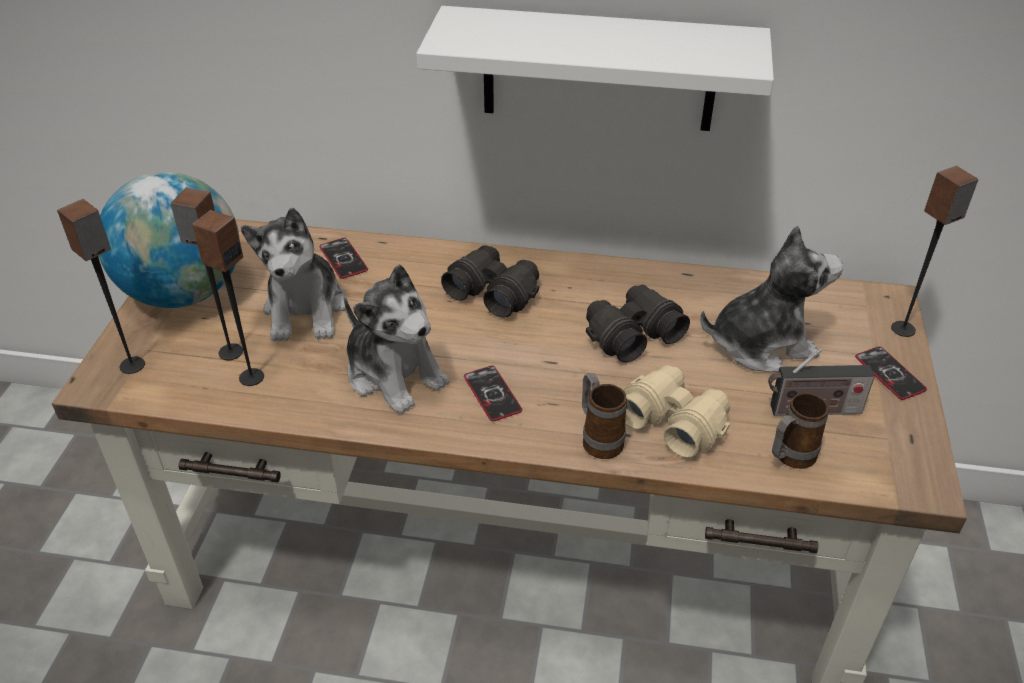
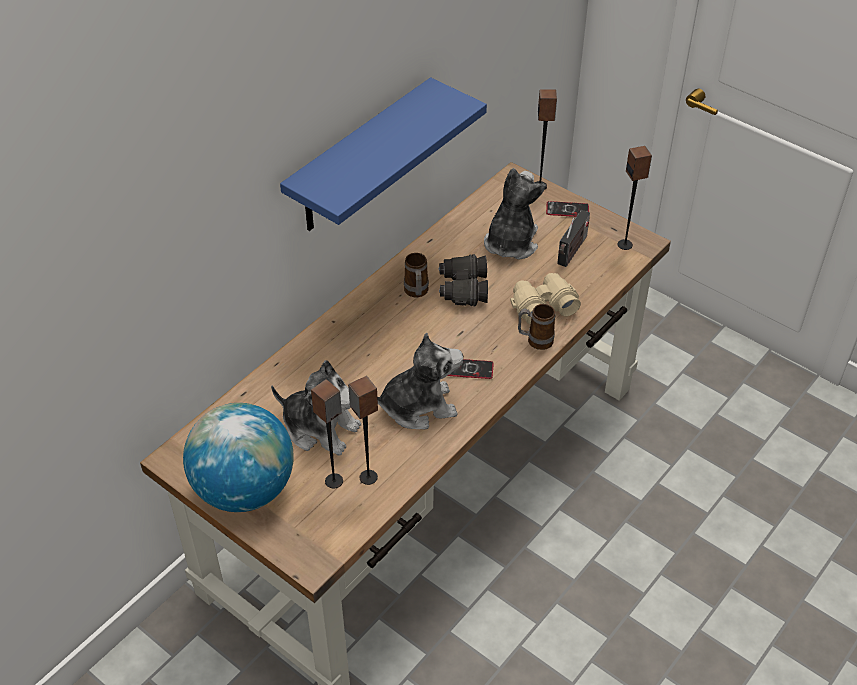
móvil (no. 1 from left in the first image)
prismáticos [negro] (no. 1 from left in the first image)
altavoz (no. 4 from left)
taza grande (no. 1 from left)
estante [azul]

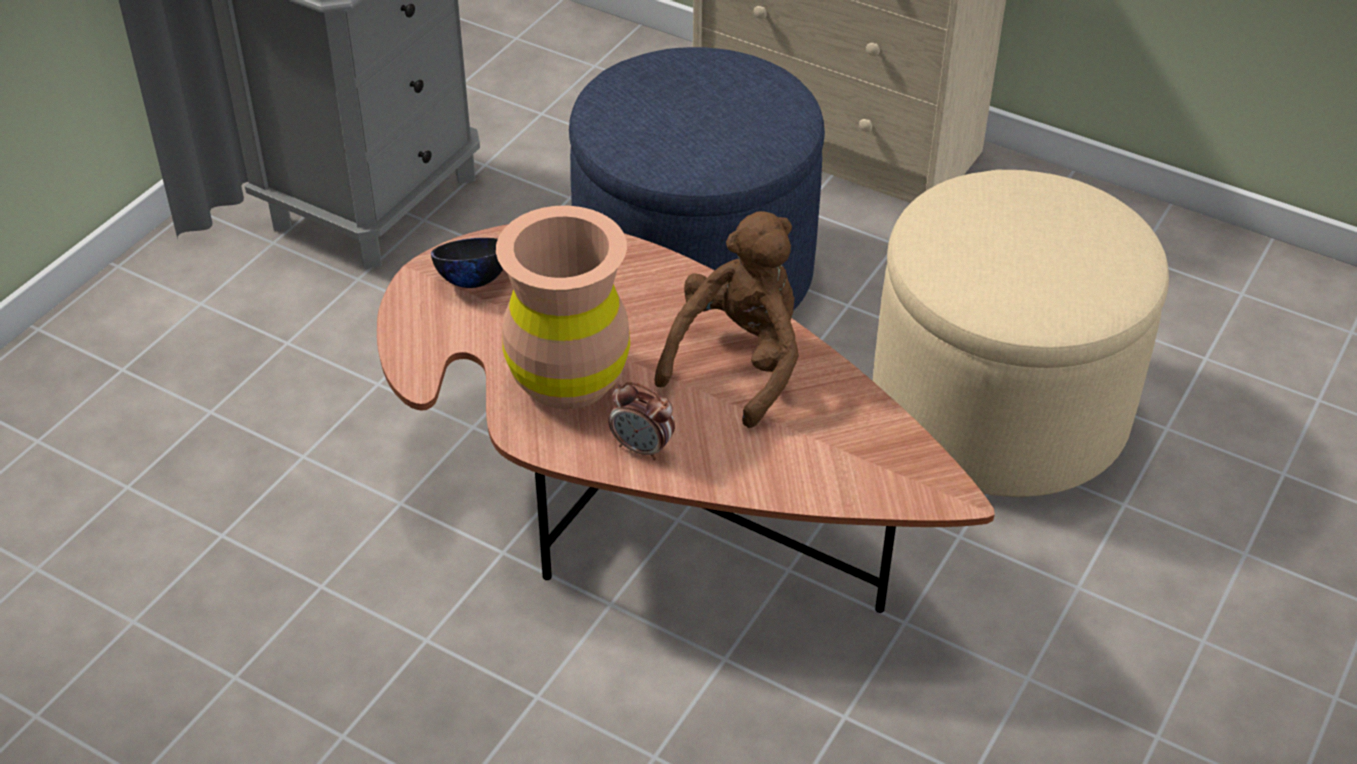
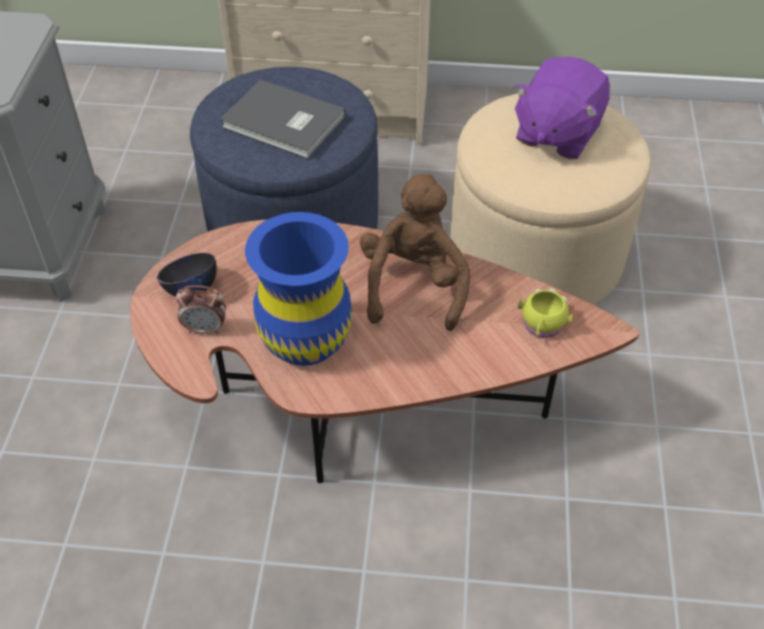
libro [gris]
peluche [morado]
taza grande [amarillo]
despertador
florero [azul]

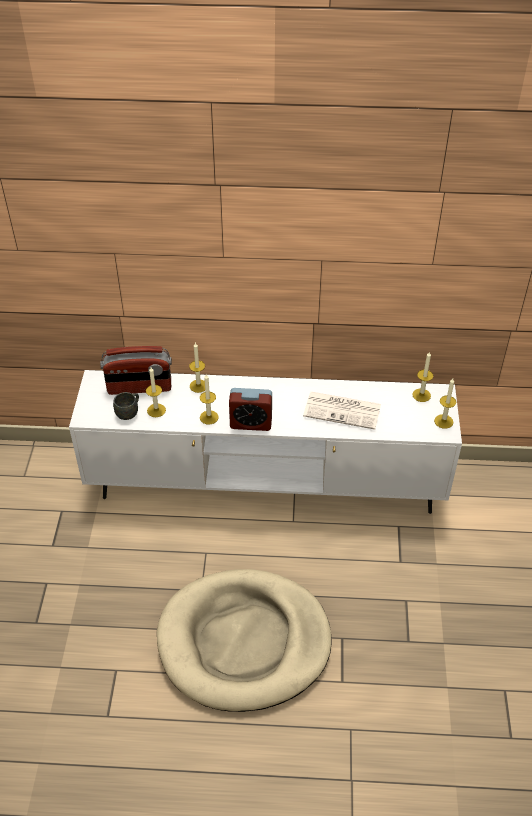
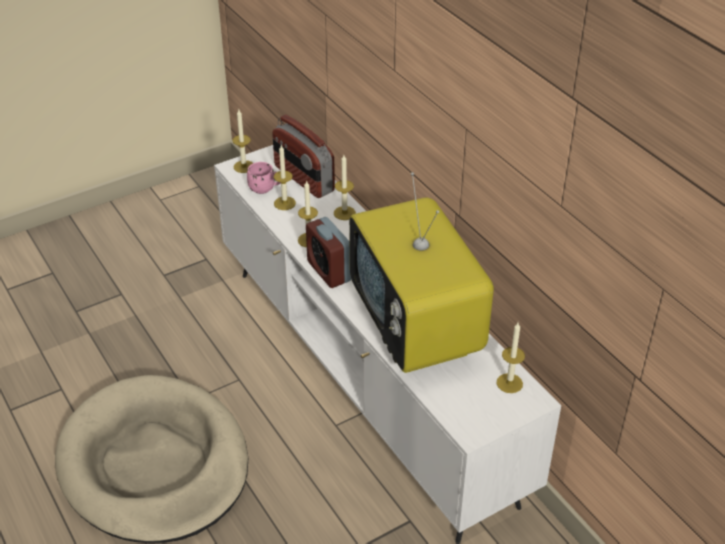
vela (no. 1 from left)
televisor
taza grande [rosa]

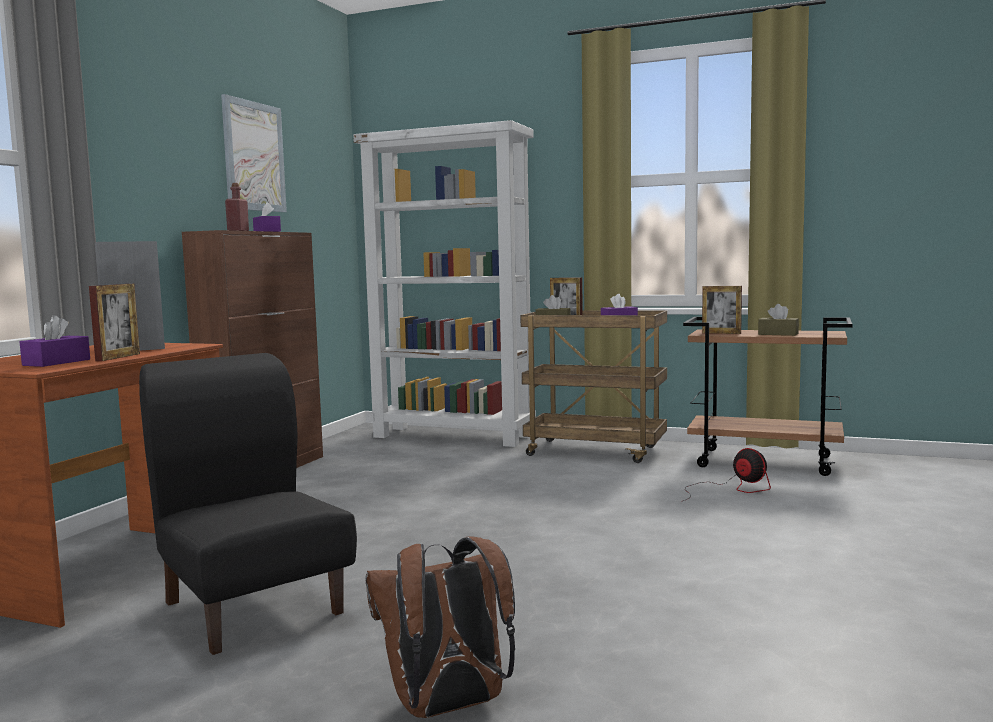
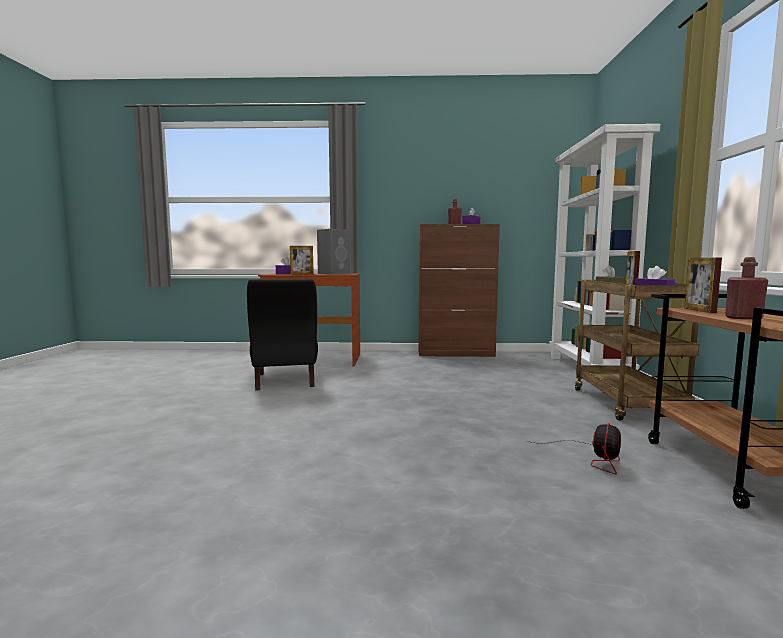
cuadro
mochila [marrón]
botella [rojo] (no. 2 from left)
silla [negro]

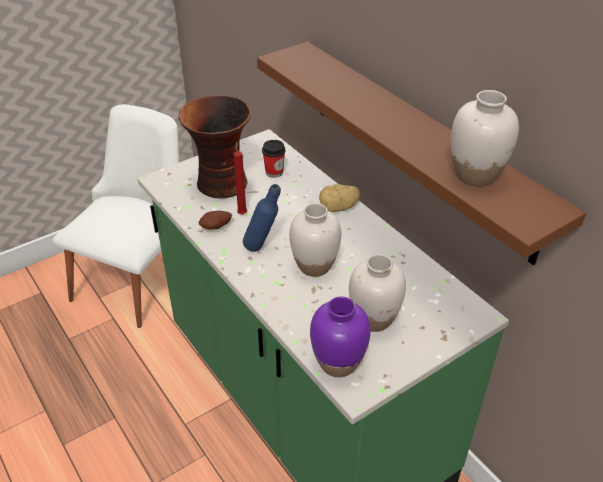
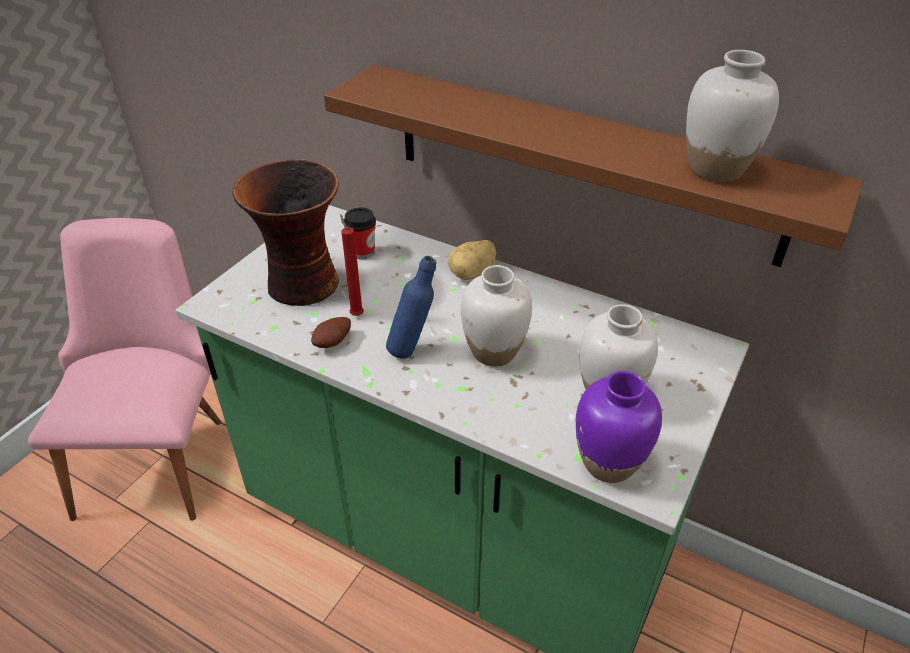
silla [rosa]

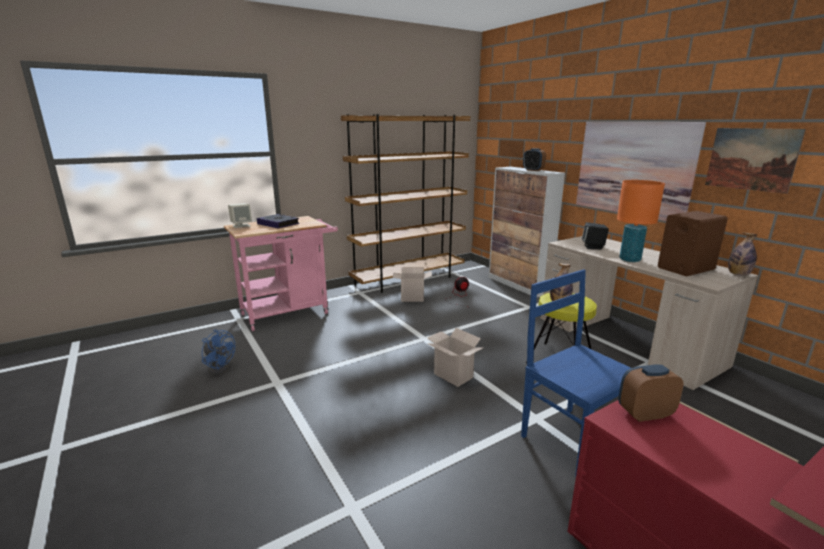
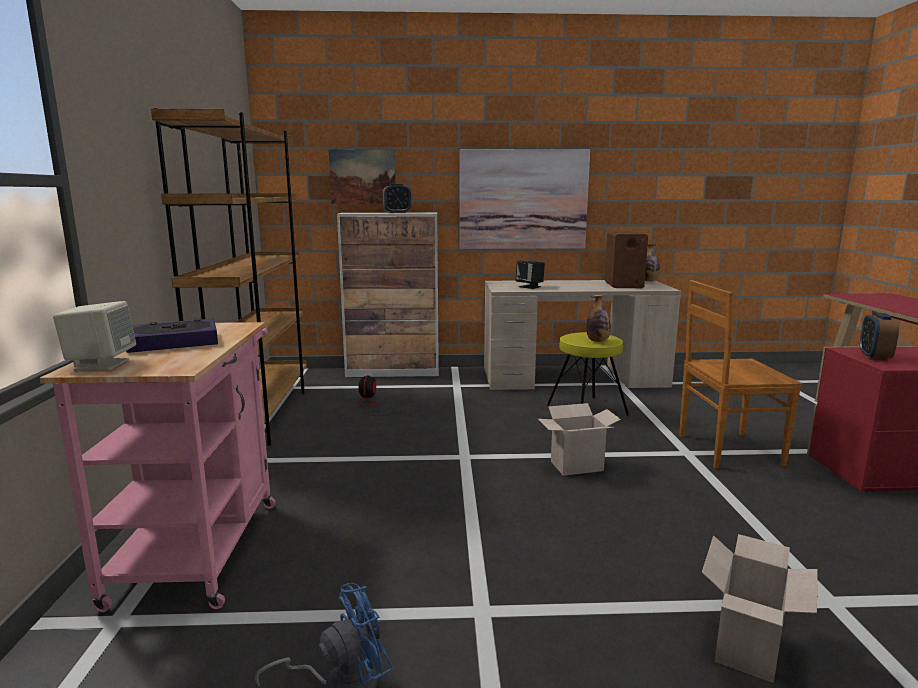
lámpara de mesa [naranja]
caja de cartón (no. 2 from left)
cuadro (no. 1 from left)
silla [marrón]

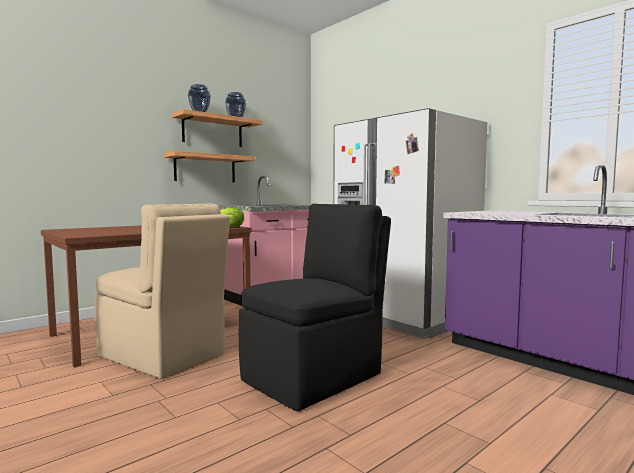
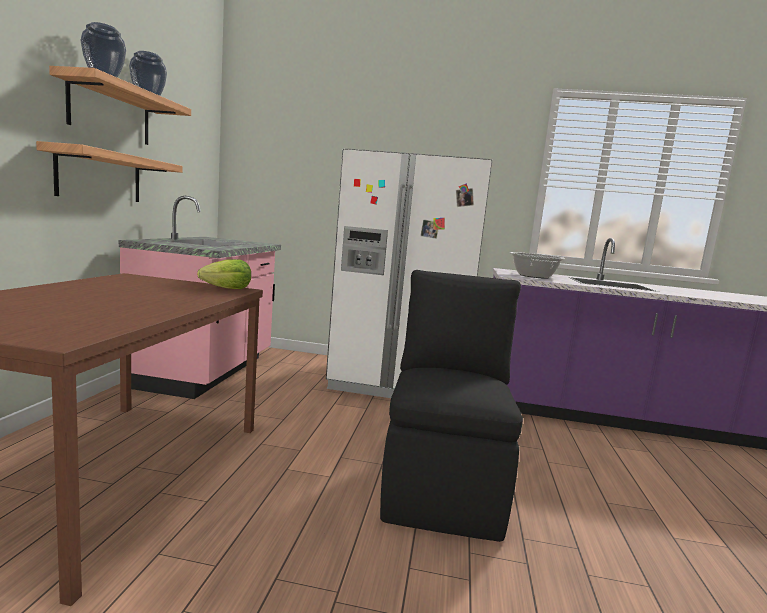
silla [beis]
olla

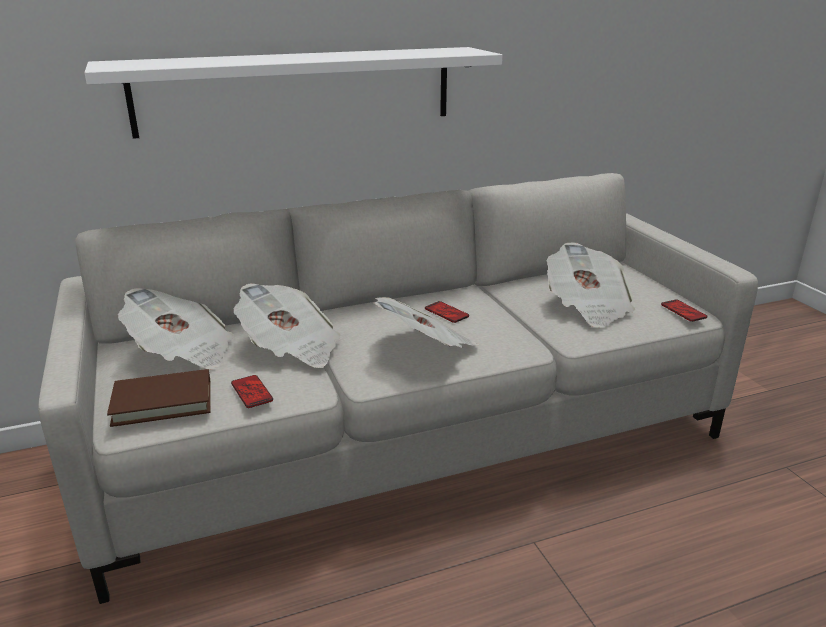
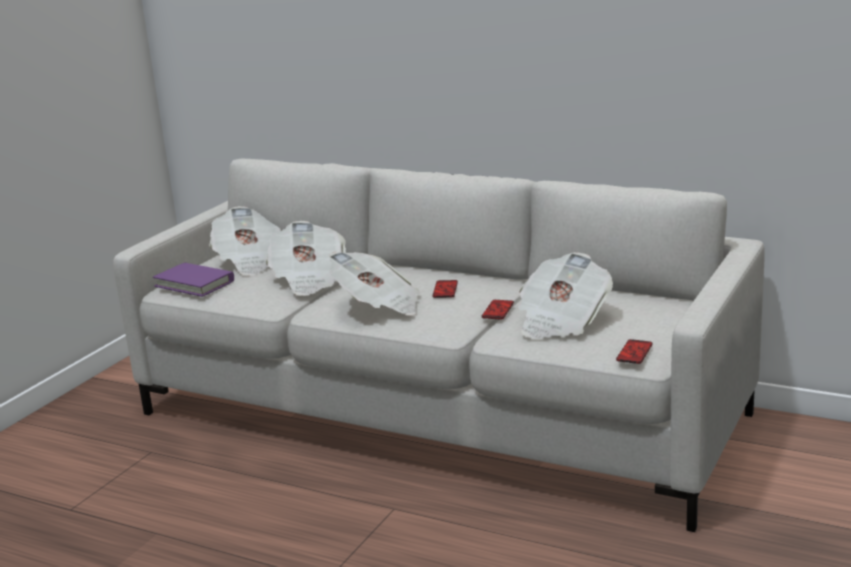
estante [blanco]
móvil (no. 2 from left)
libro [morado]

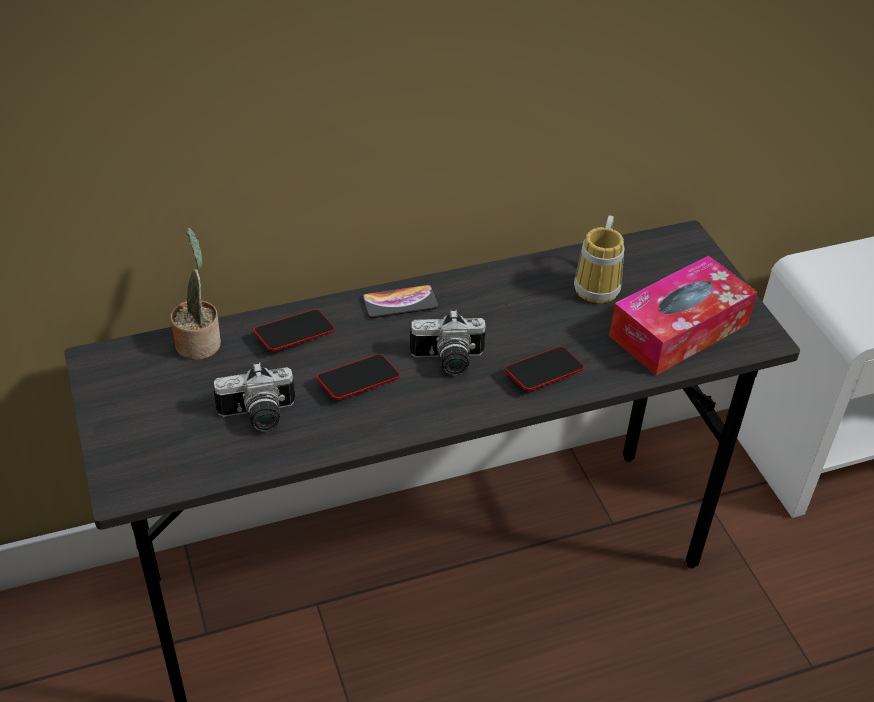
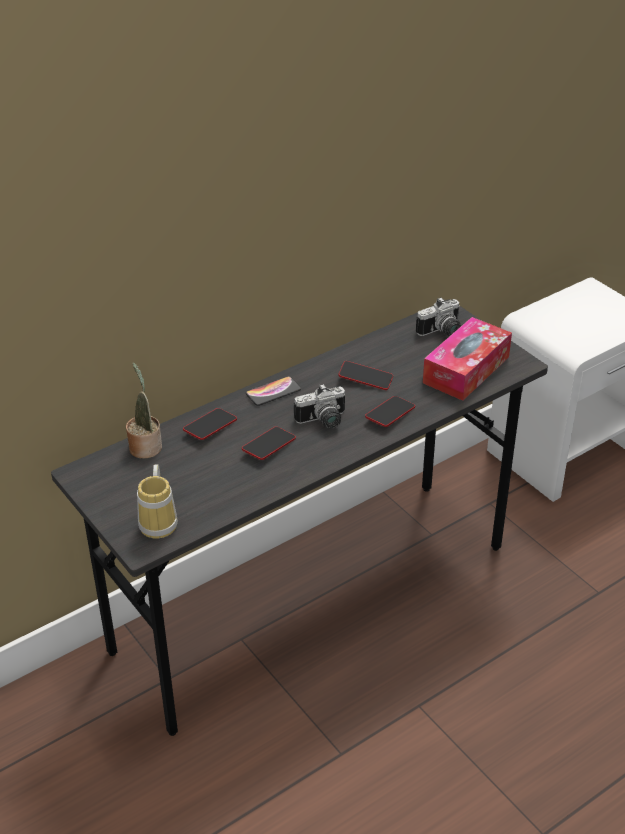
móvil (no. 4 from left)
cámara (no. 2 from left)
taza grande

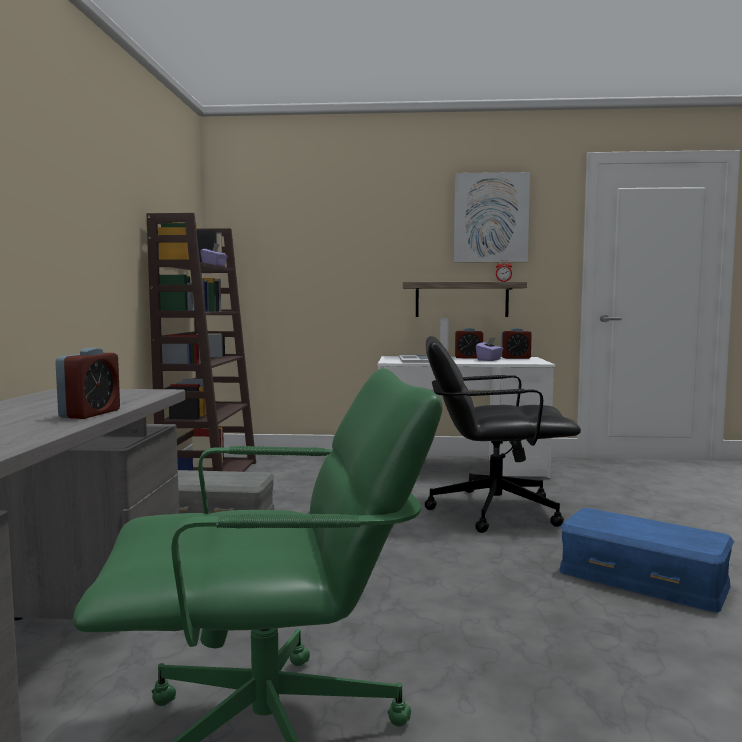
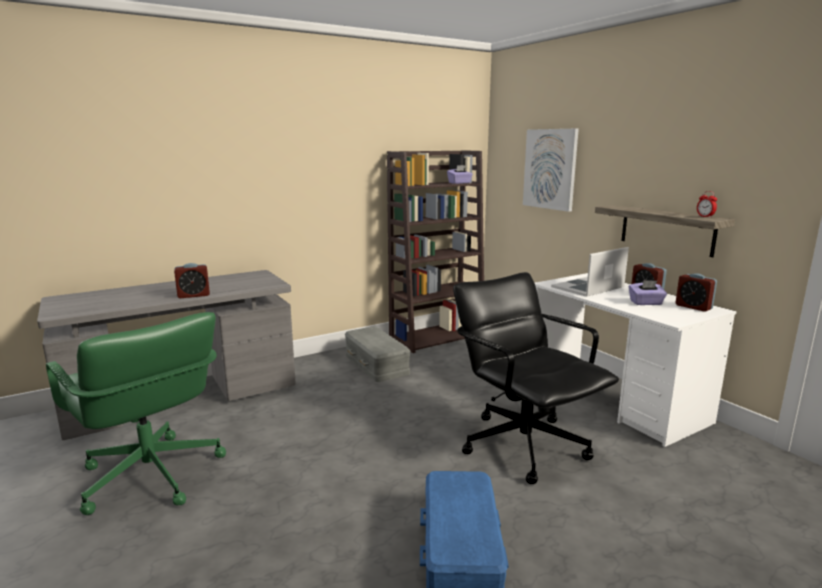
cuadro

